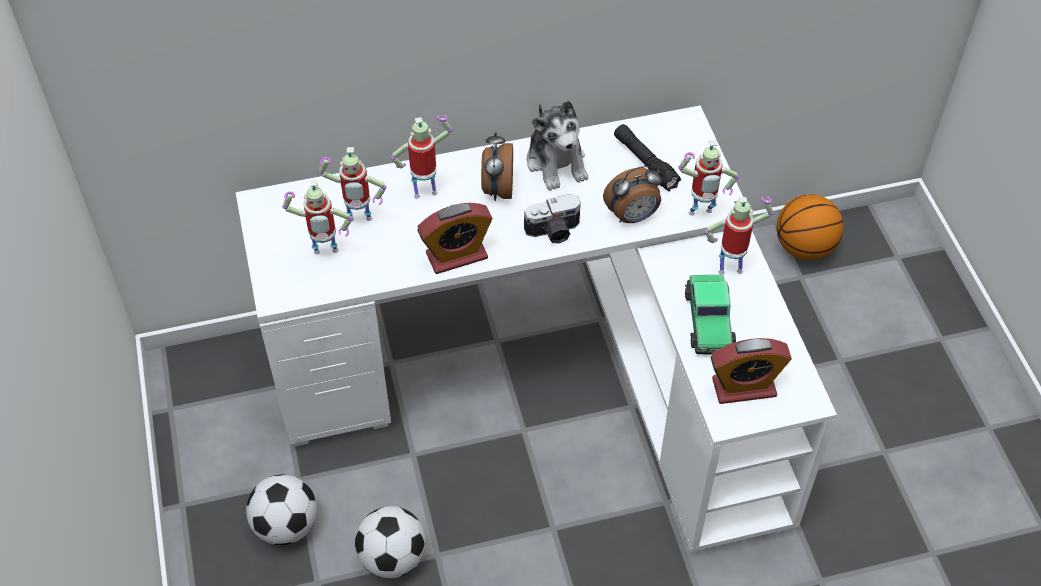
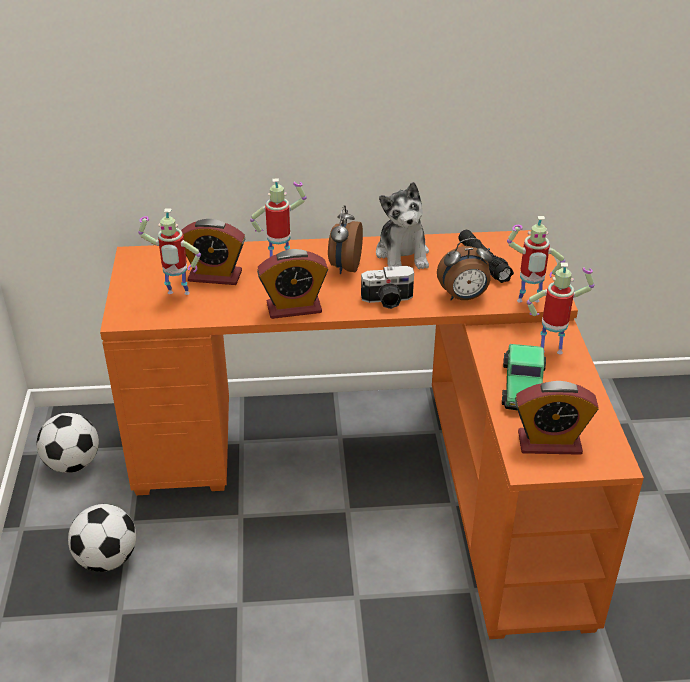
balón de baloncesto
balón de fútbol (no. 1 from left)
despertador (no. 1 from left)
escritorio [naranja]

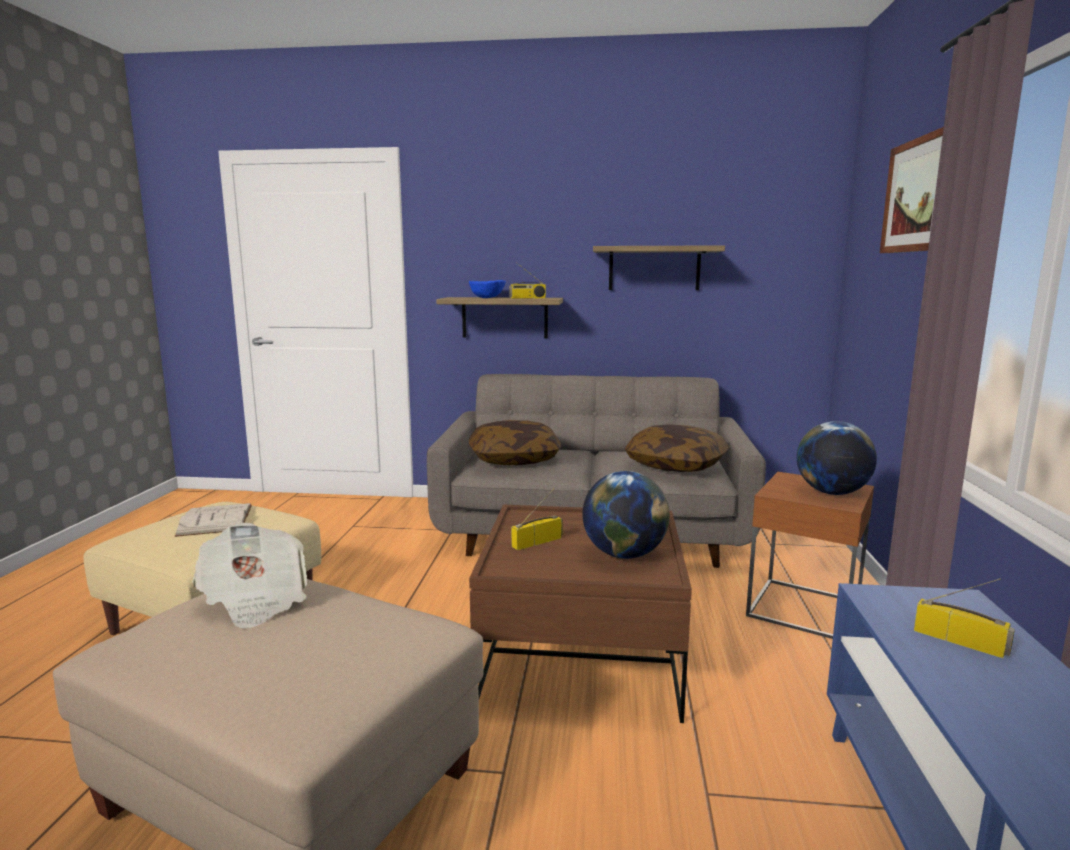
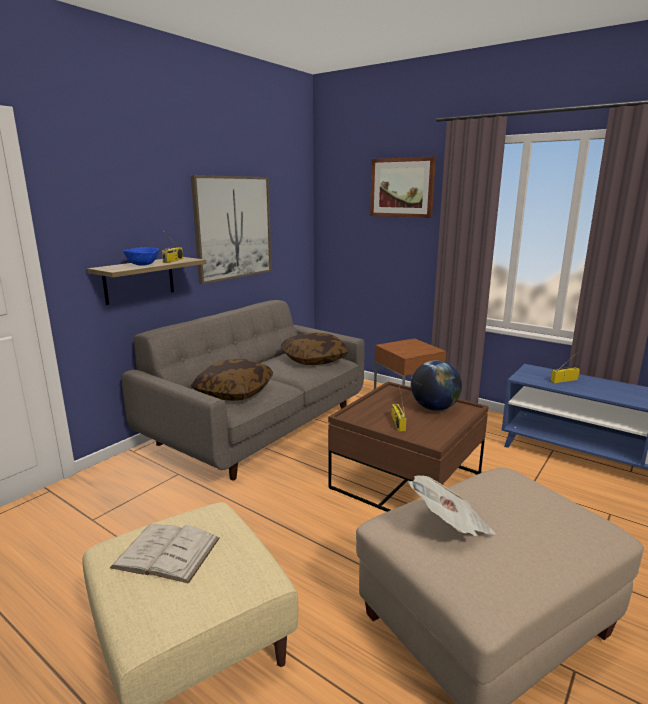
globo terráqueo (no. 2 from left in the first image)
cuadro (no. 1 from left)

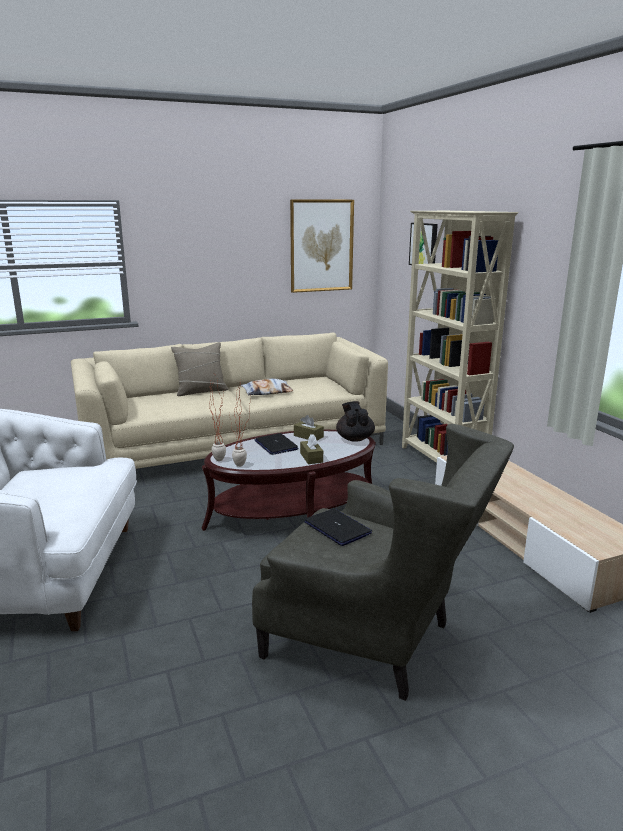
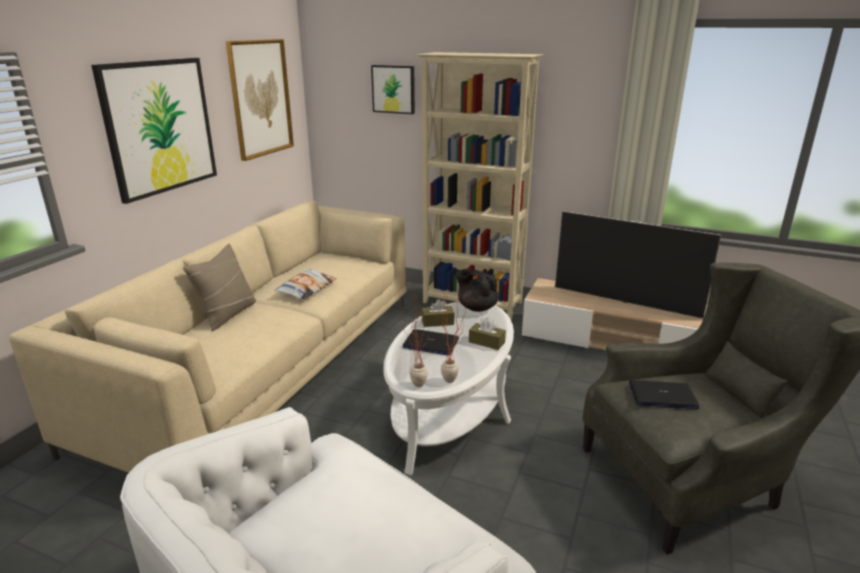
cuadro (no. 1 from left)
televisor
mesa de centro [blanco]

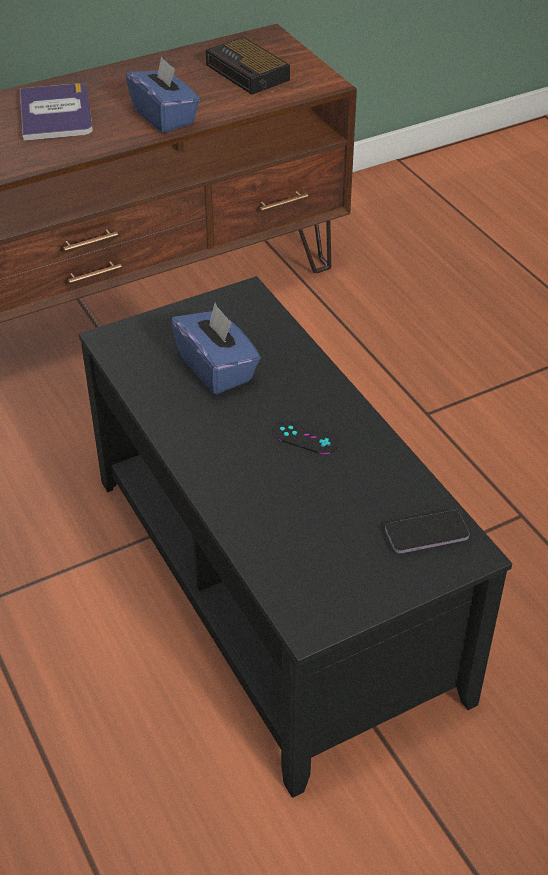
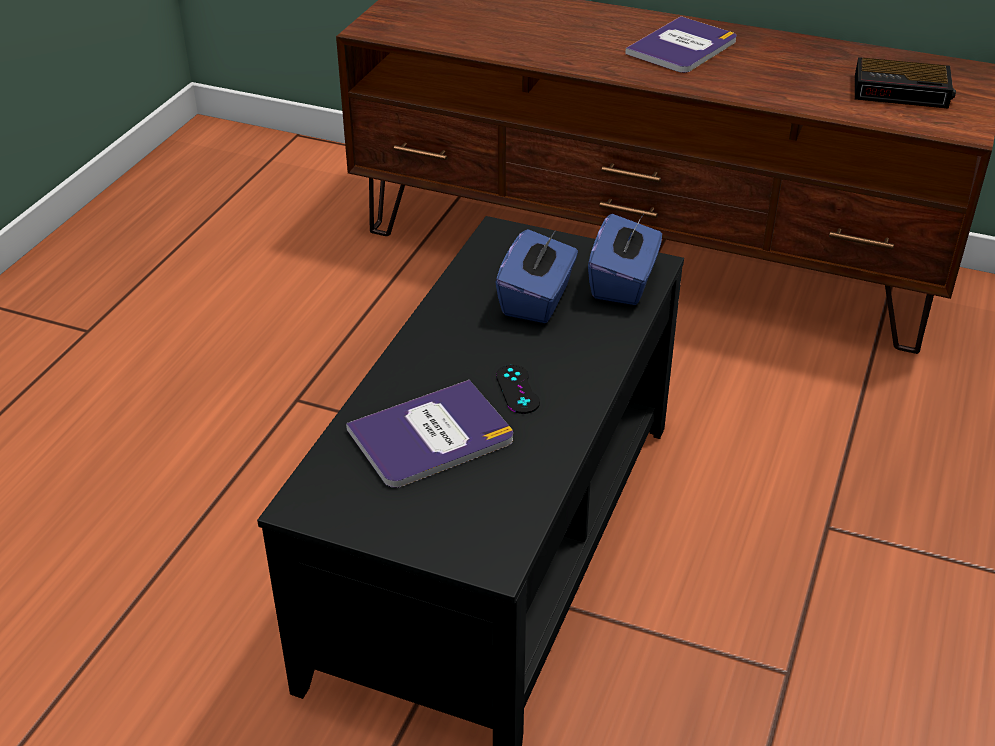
móvil
libro (no. 1 from left)
caja de pañuelos [azul] (no. 2 from left)
despertador

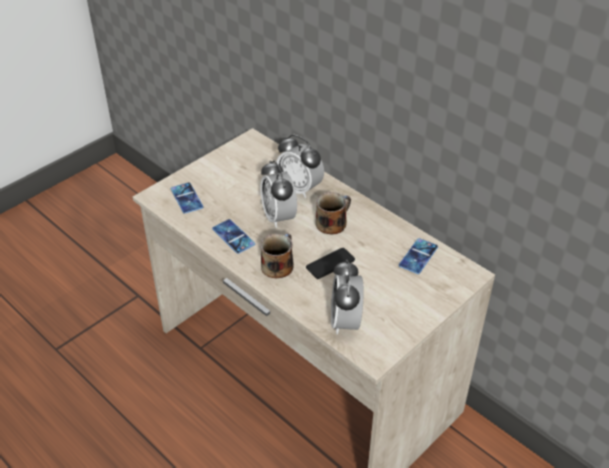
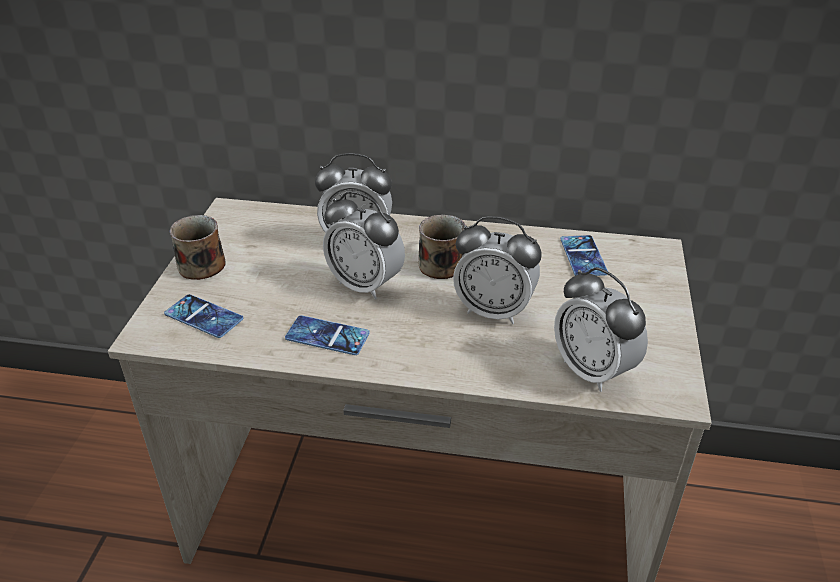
taza grande (no. 1 from left)
despertador (no. 3 from left)

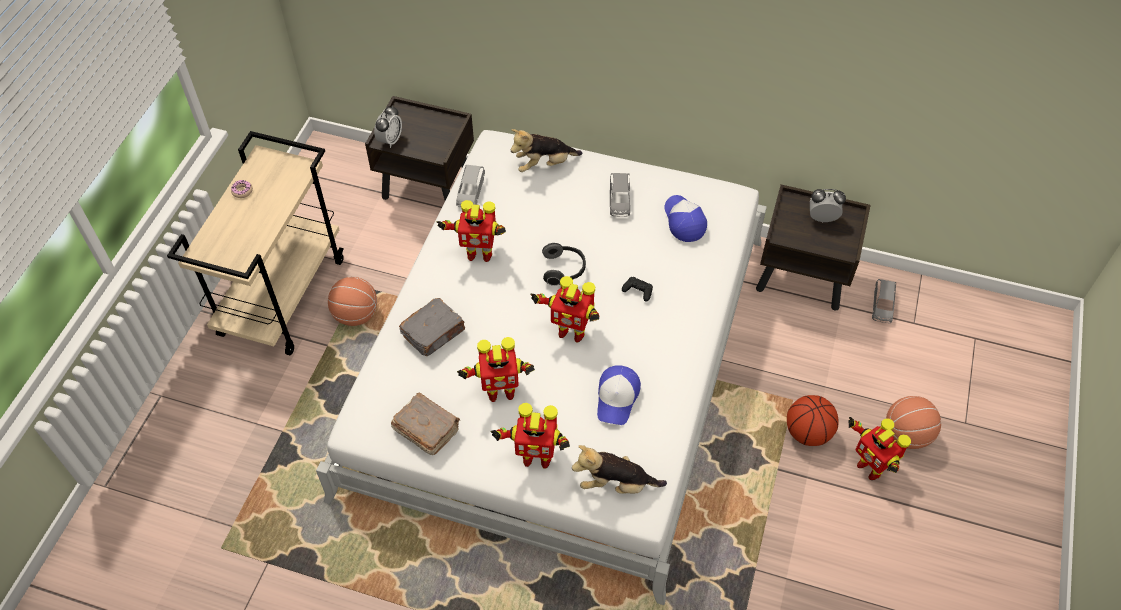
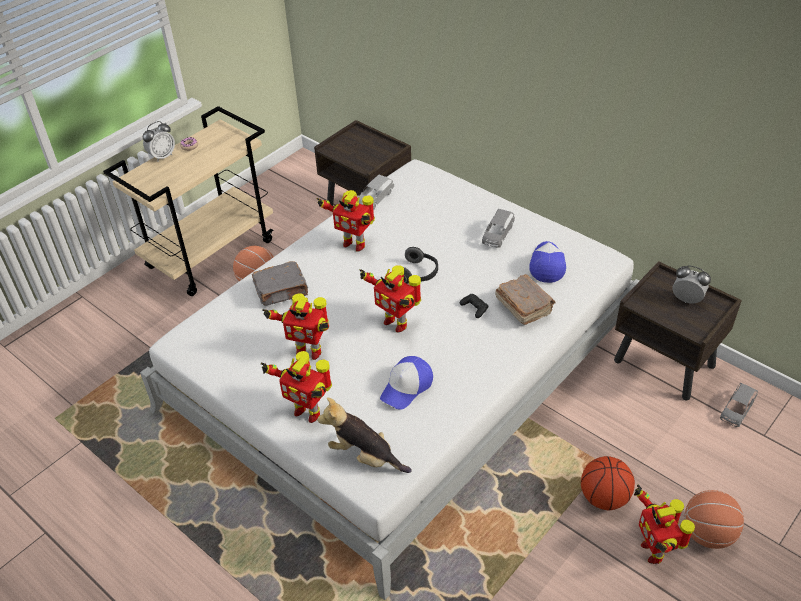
peluche (no. 1 from left in the first image)
despertador (no. 1 from left)
libro [marrón]

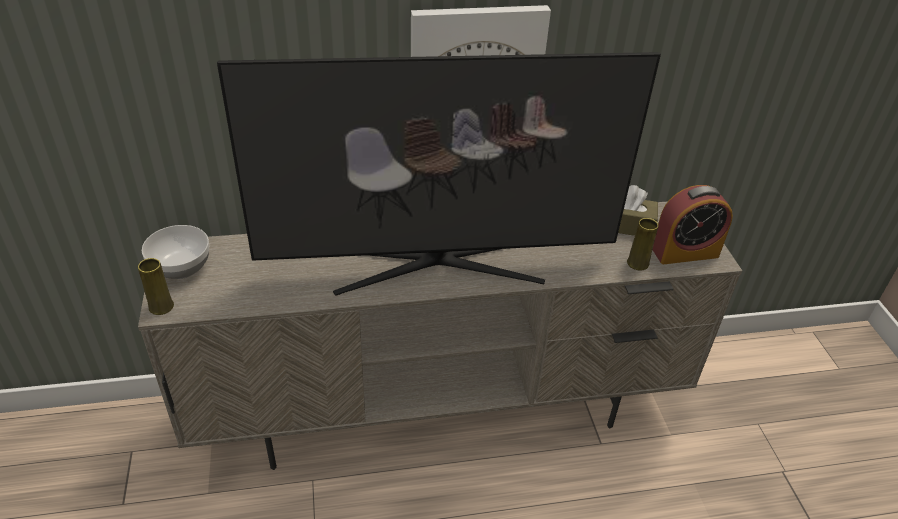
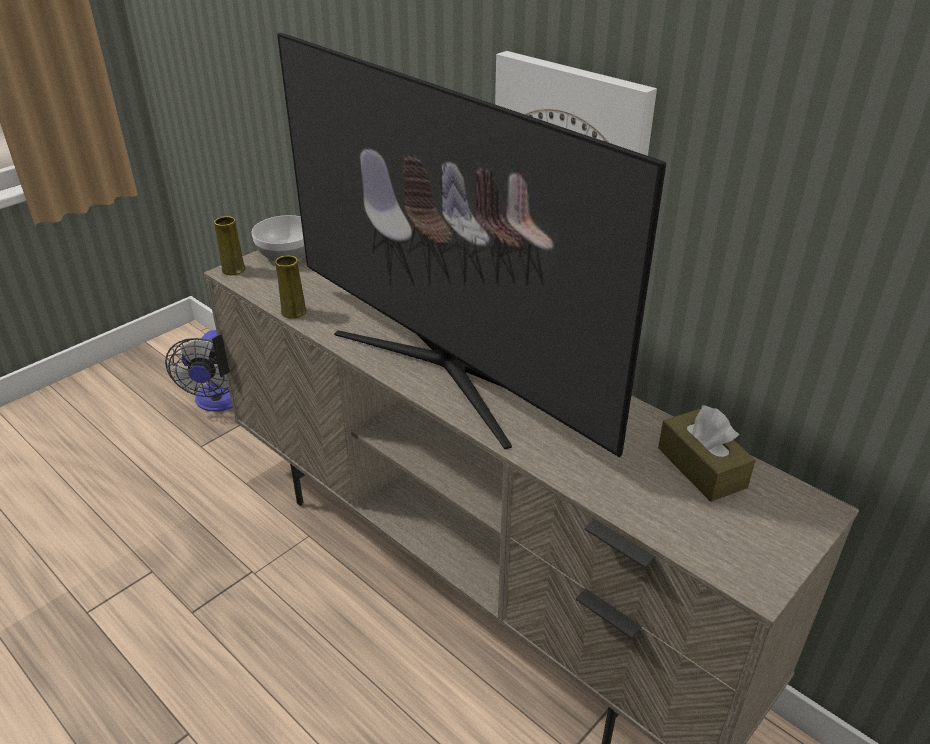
despertador
ventilador
florero [amarillo] (no. 2 from left)

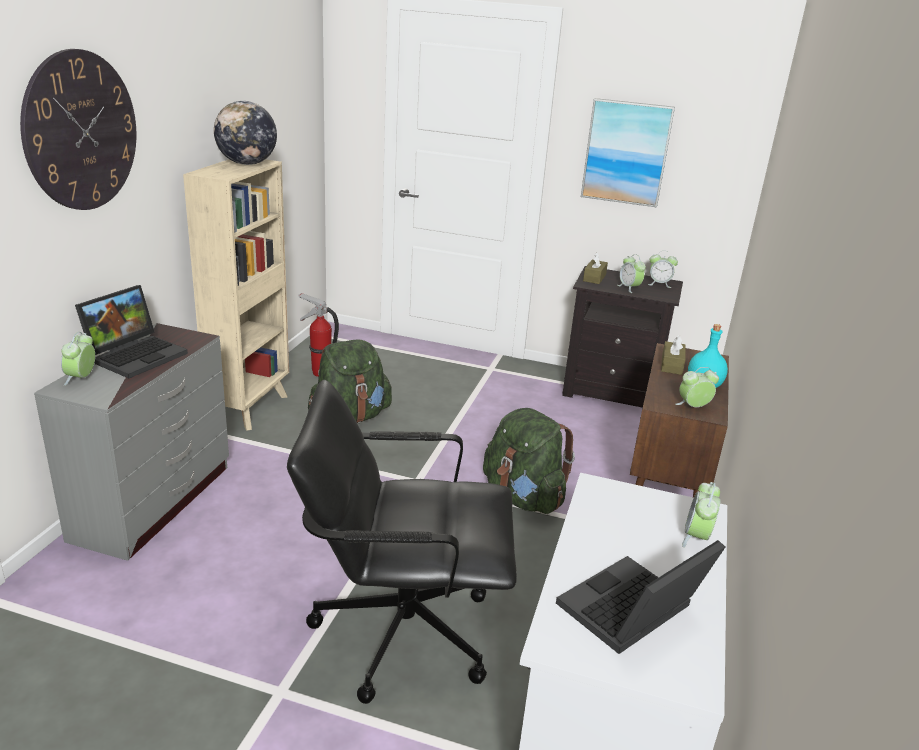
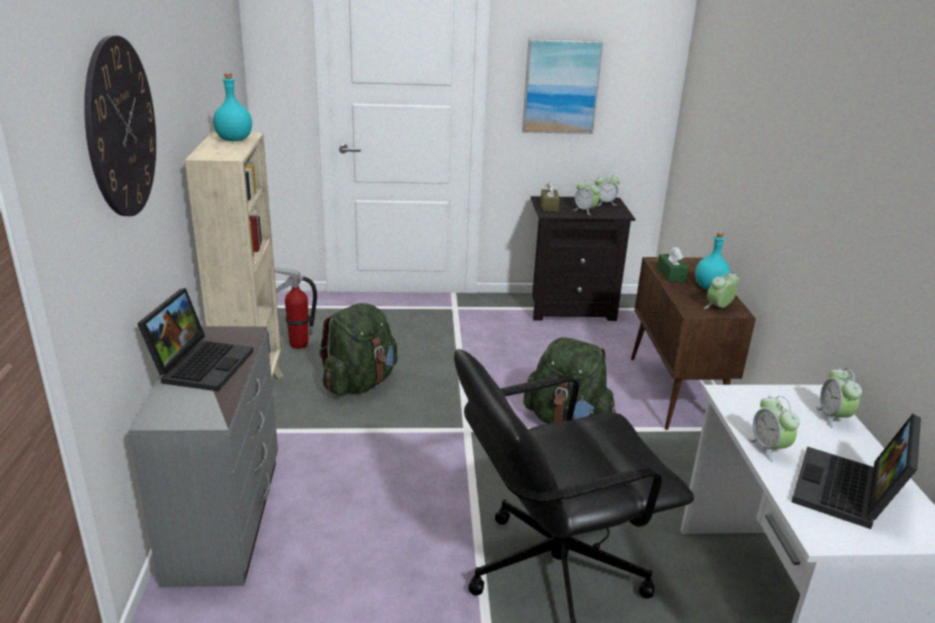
despertador (no. 4 from left)
botella [turquesa] (no. 1 from left)
caja de pañuelos [verde]

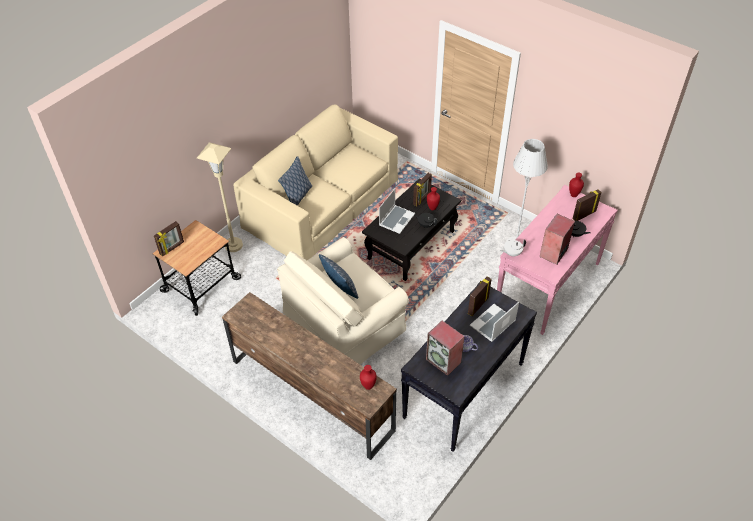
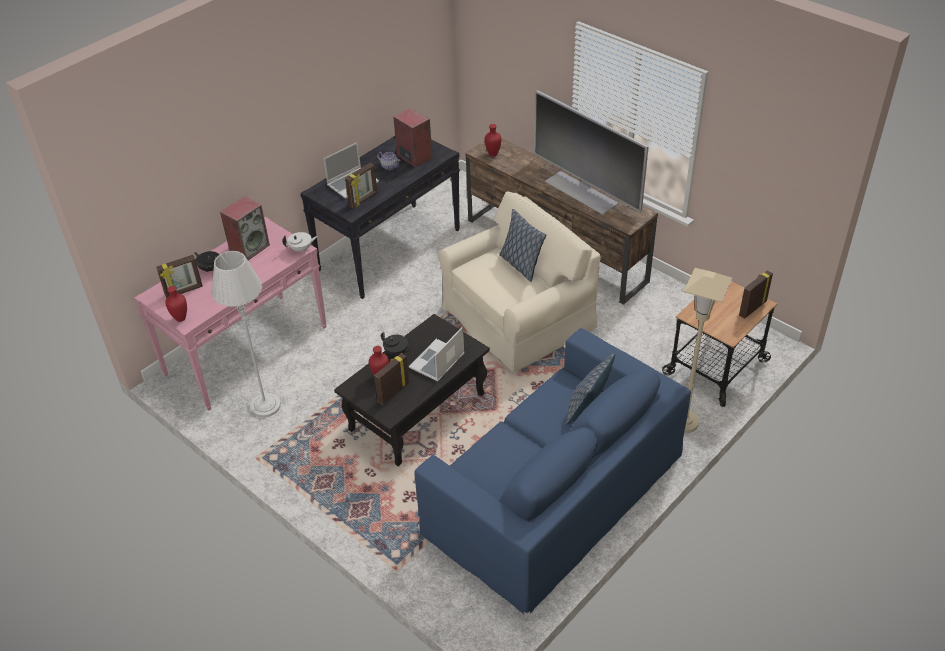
televisor
sofá [azul]

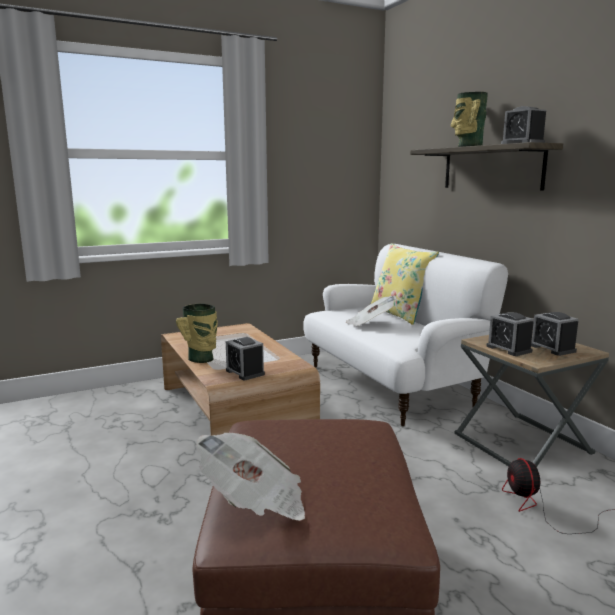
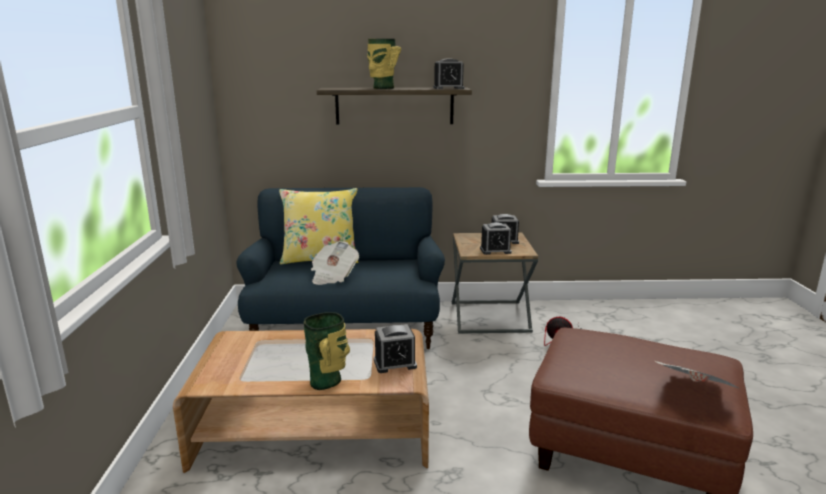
sofá [azul]

